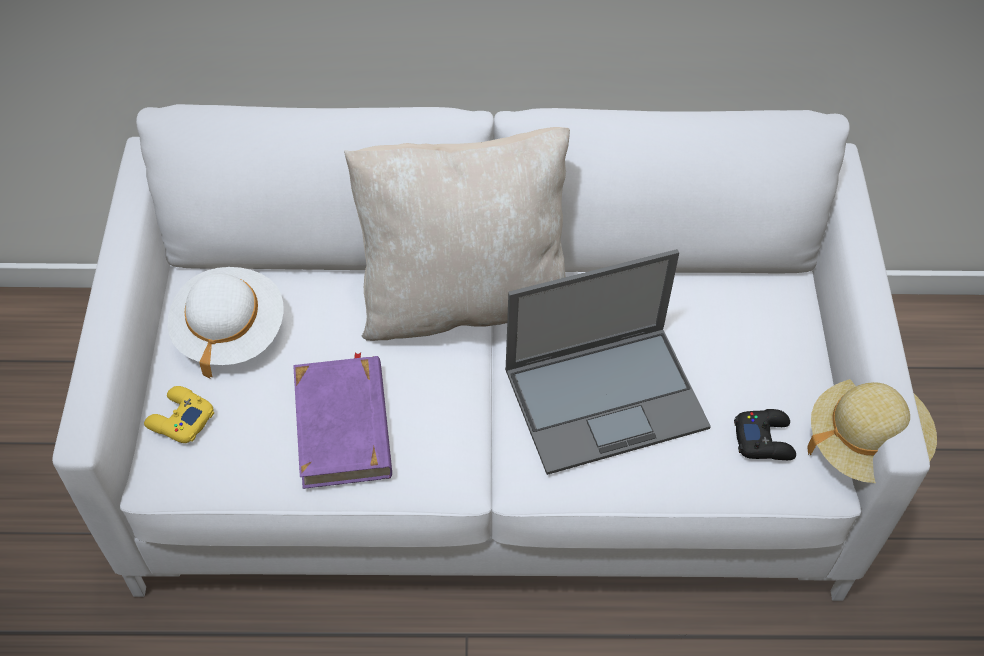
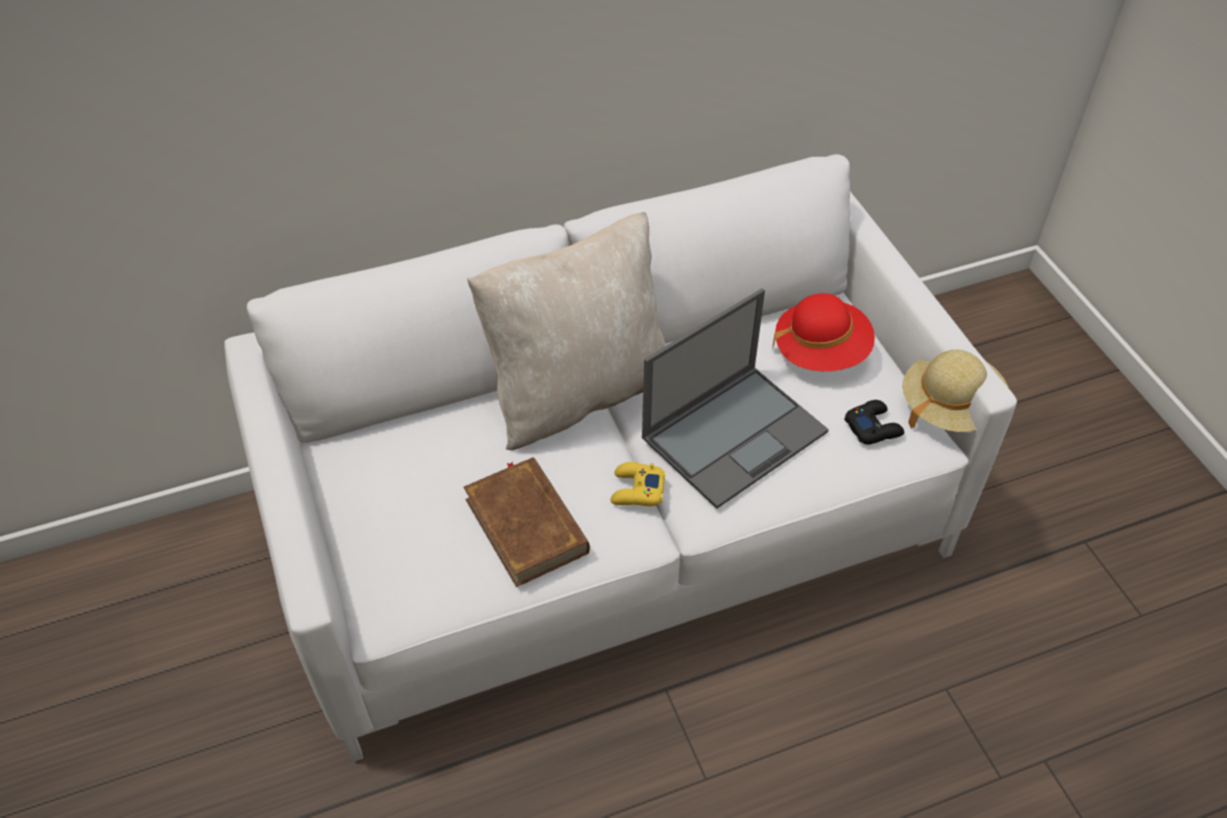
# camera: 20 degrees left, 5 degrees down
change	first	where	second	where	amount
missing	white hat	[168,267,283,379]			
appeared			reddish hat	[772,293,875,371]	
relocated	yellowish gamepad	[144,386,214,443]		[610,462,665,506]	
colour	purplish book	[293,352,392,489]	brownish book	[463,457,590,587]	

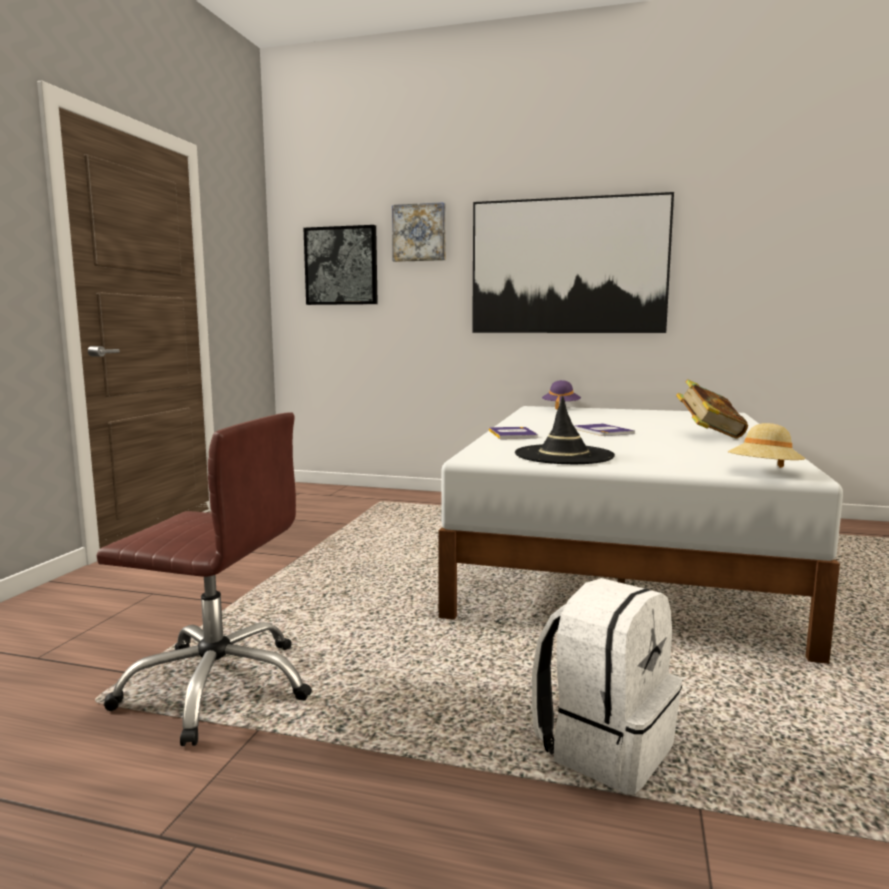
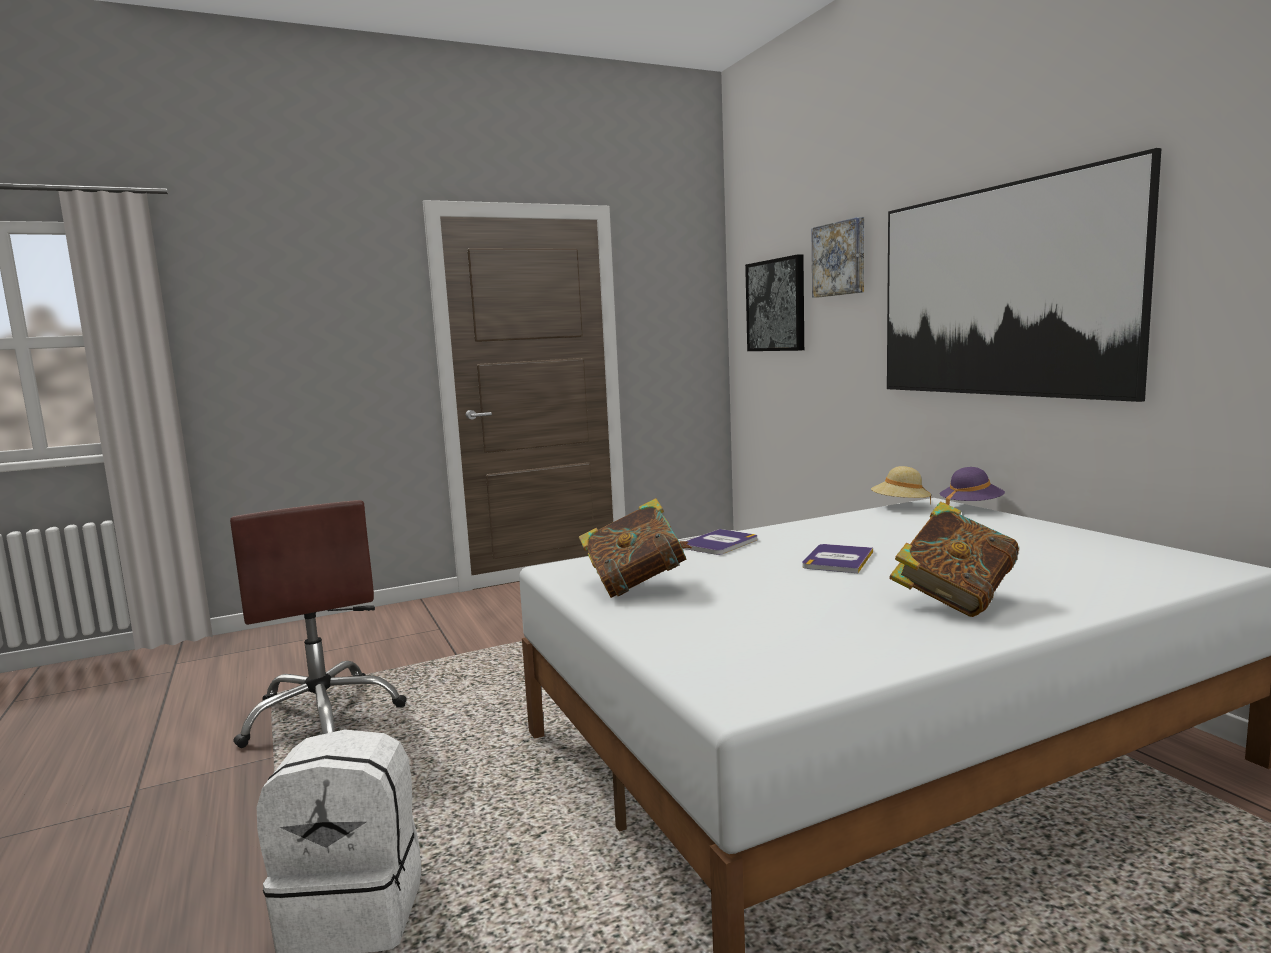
# camera: 50 degrees right, 0 degrees up
change	first	where	second	where	amount
relocated	sand-coloured hat	[728,423,805,468]		[871,466,931,504]	
exchanged	blackish hat	[515,396,615,464]	book	[579,498,692,598]	

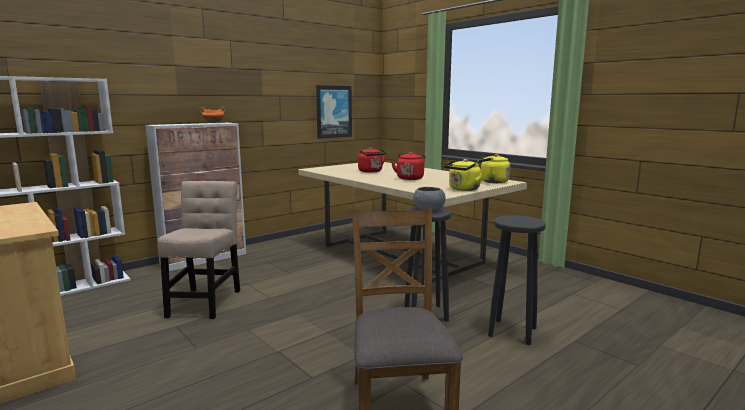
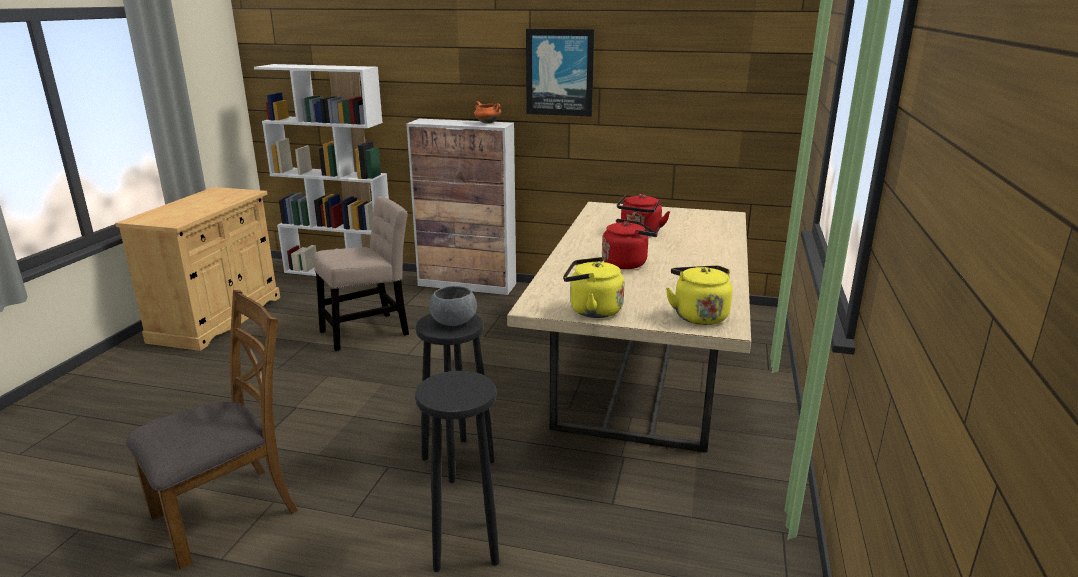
# camera: 55 degrees right, 10 degrees up
change	first	where	second	where	amount
relocated	wall art	[316,85,352,139]		[526,29,595,117]	

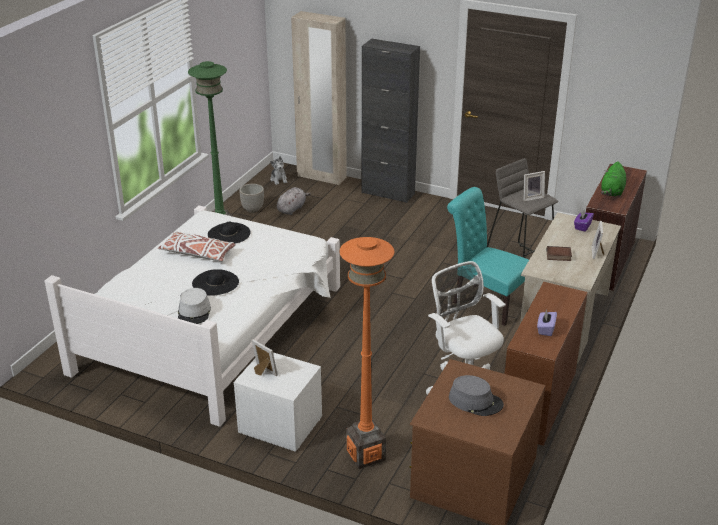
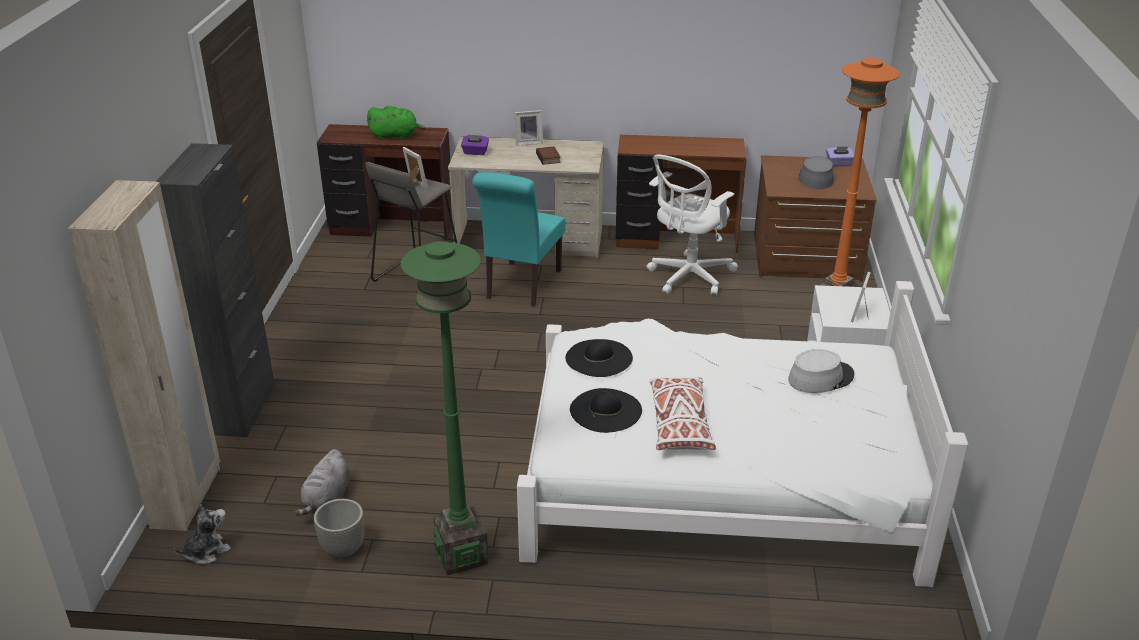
# camera: 110 degrees left, 0 degrees up
change	first	where	second	where	amount
relocated	blackish hat	[192,269,239,296]		[565,339,633,377]	
relocated	purplish tissue holder	[537,309,557,336]		[826,146,854,167]	
spun	grey soft toy	[277,187,311,215]		[294,449,351,516]	90 degrees counterclockwise

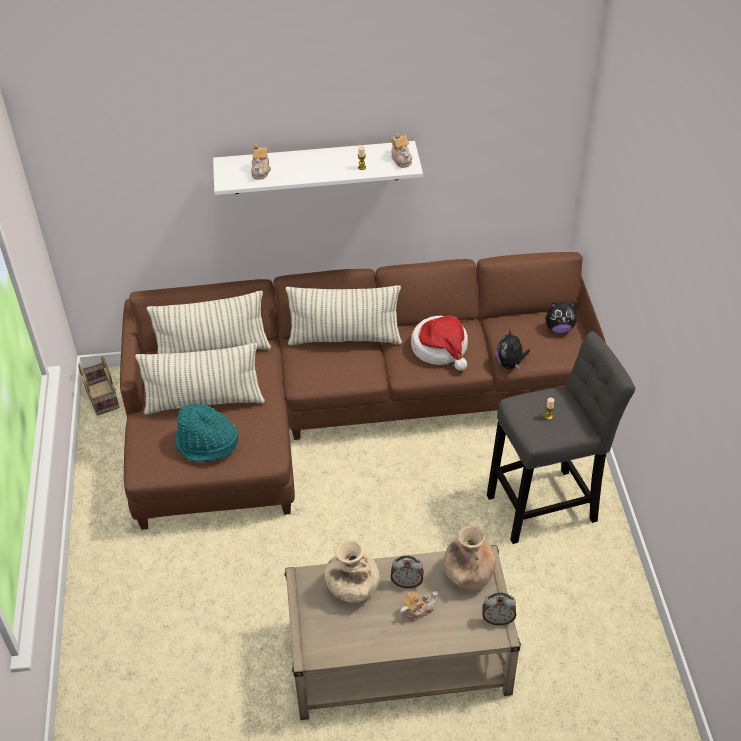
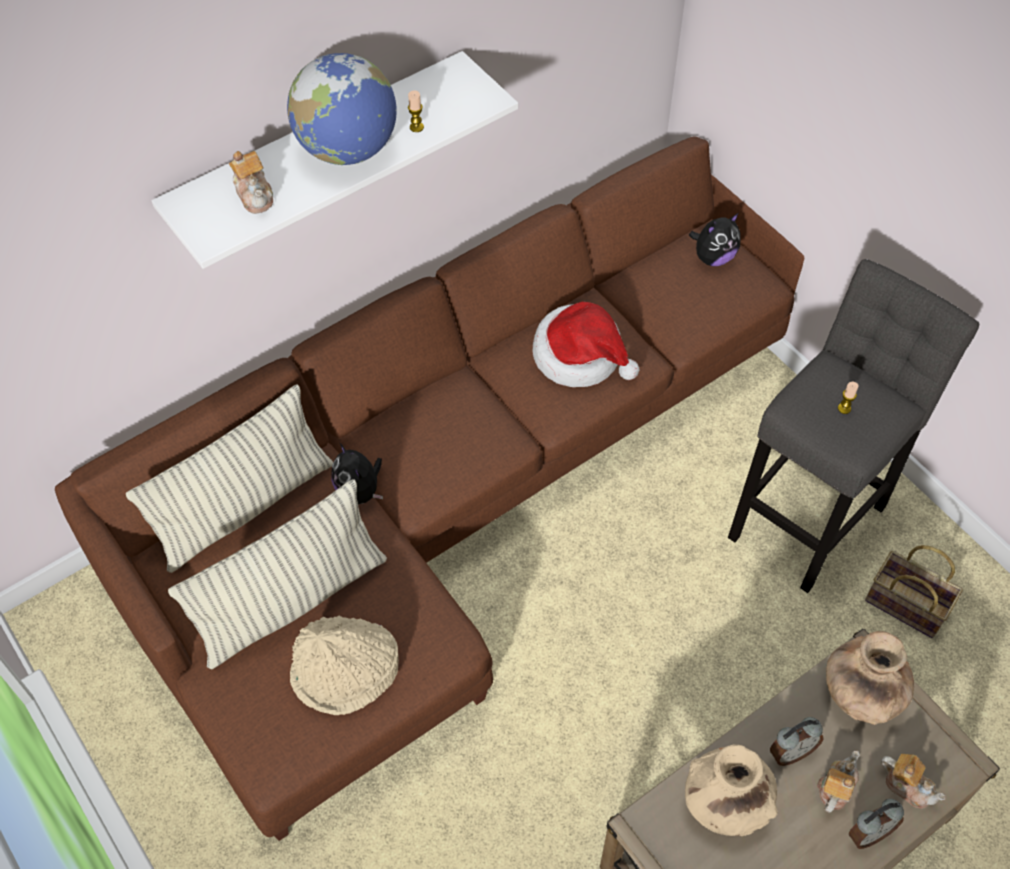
# camera: 30 degrees left, 10 degrees up
change	first	where	second	where	amount
missing	throw pillow	[286,285,402,345]			
appeared			world globe	[287,53,397,165]	
relocated	storage basket	[78,356,120,416]		[865,545,963,638]	
relocated	teapot	[391,133,412,168]		[881,754,945,809]	
relocated	table clock	[482,592,516,625]		[849,799,904,849]	
relocated	soft toy	[496,328,530,369]		[331,443,383,505]	
colour	turquoise hat	[175,403,238,462]	sand-coloured hat	[290,616,399,715]	

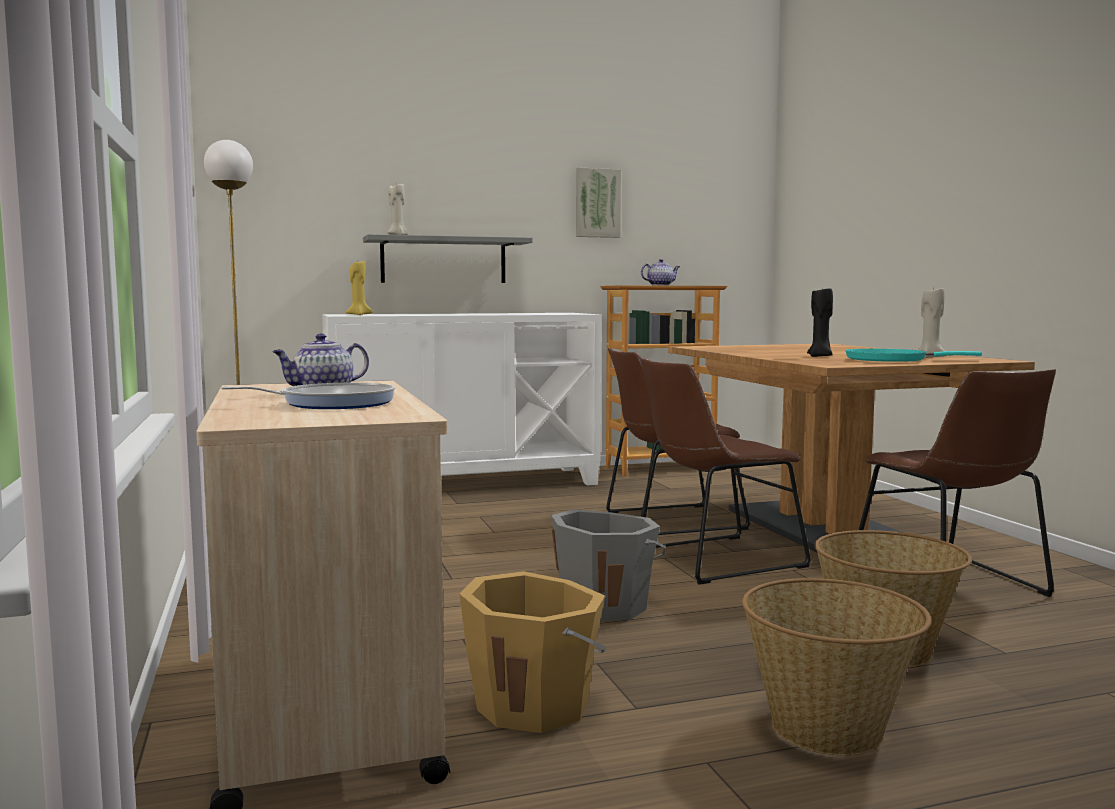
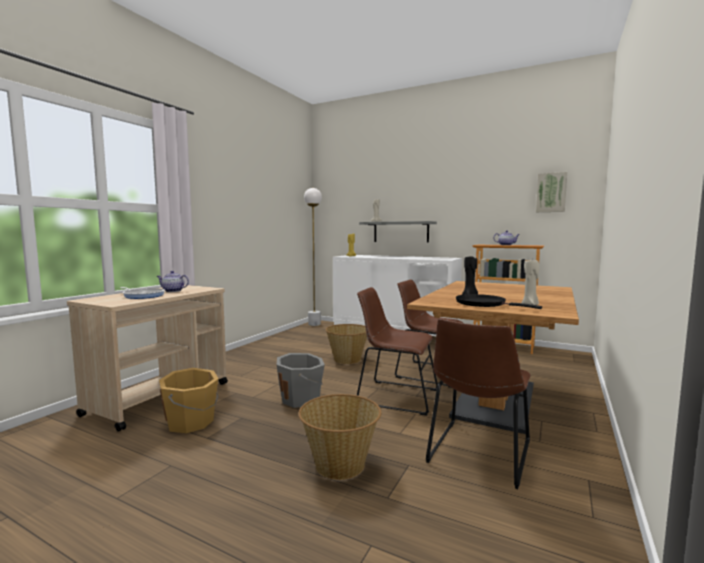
# camera: 45 degrees right, 0 degrees up
change	first	where	second	where	amount
relocated	wall art	[576,167,621,238]		[536,172,567,212]	
relocated	storage basket	[742,578,932,755]		[326,324,367,364]	
colour	turquoise frying pan	[845,349,982,362]	blackish frying pan	[456,294,542,309]	

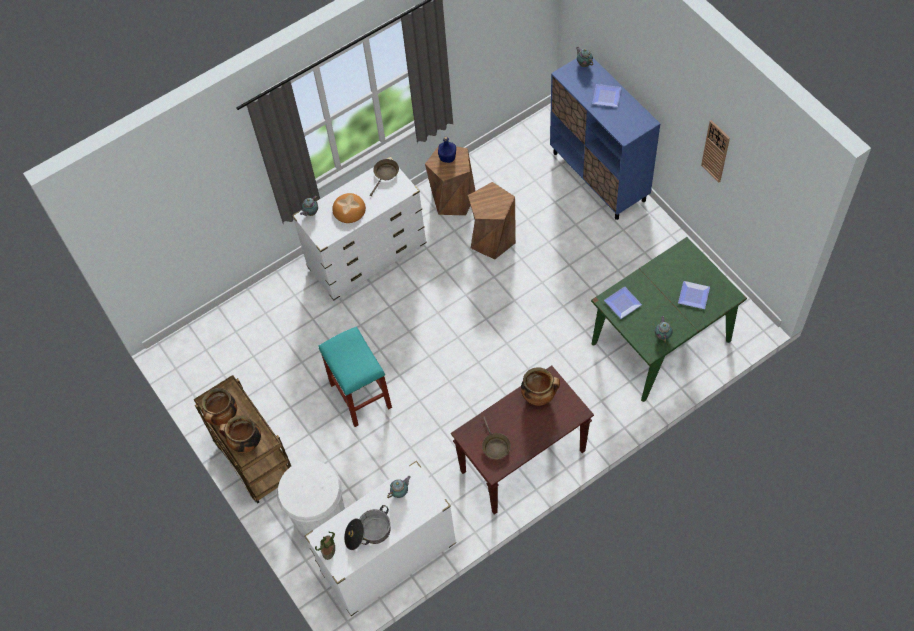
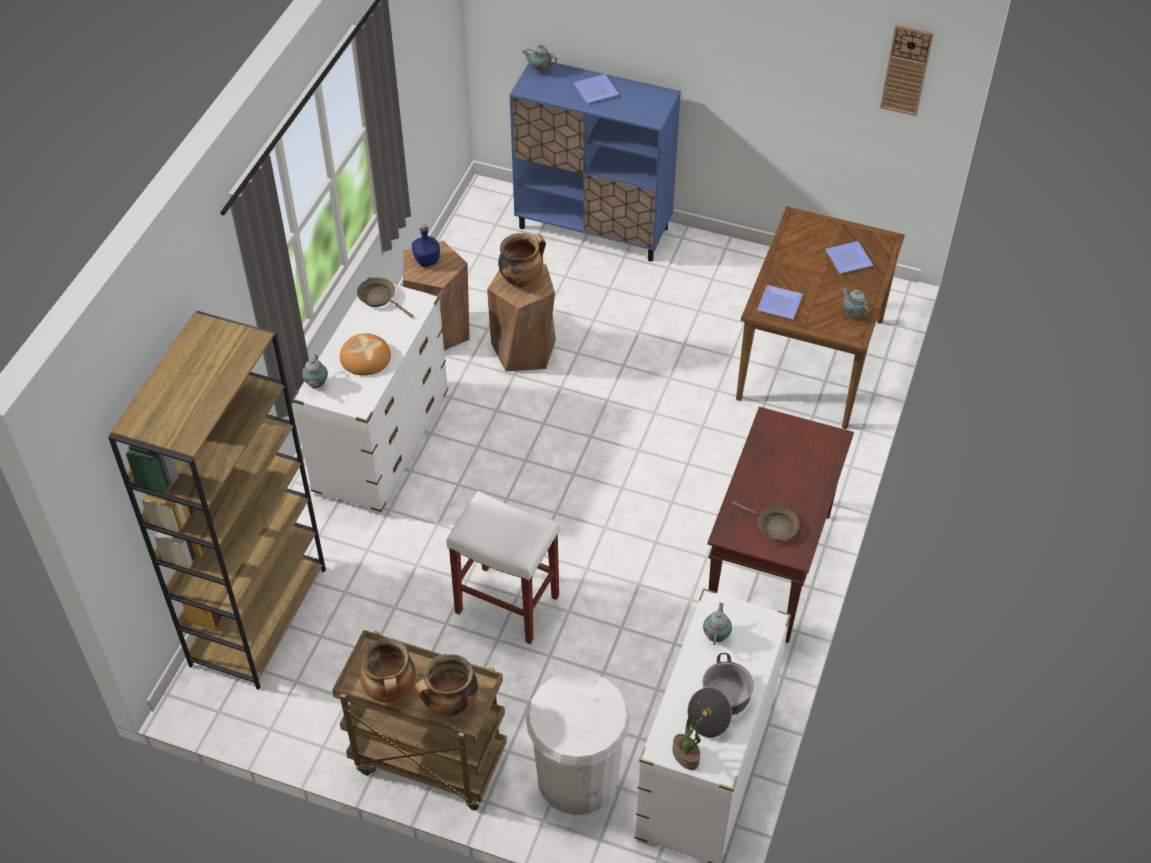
# camera: 40 degrees left, 10 degrees down
change	first	where	second	where	amount
appeared			brownish shelving unit	[108,311,326,690]	
relocated	saucepot	[521,367,560,406]		[498,233,546,288]	
relocated	clock on the wall	[701,120,730,182]		[880,25,934,116]	
colour	turquoise stool seat	[318,326,392,427]	white stool seat	[446,491,560,644]	
colour	greenish dinner table	[591,237,747,402]	brownish dinner table	[736,206,905,429]	
spun	brownish frying pan	[370,159,399,196]		[357,278,413,318]	45 degrees counterclockwise

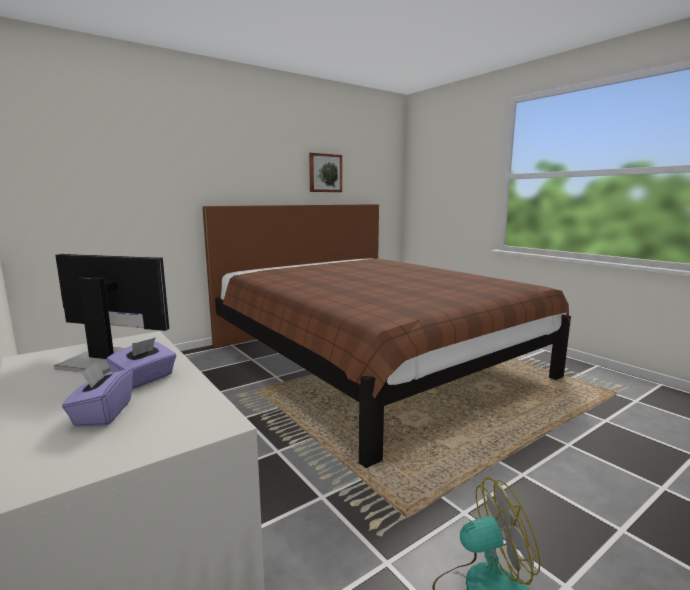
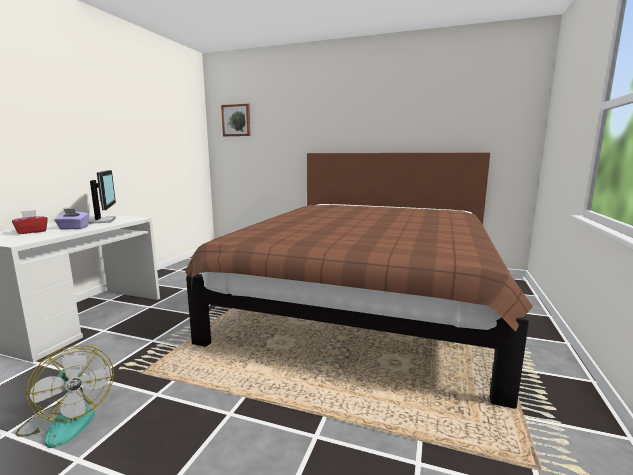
# camera: 55 degrees right, 0 degrees up
change	first	where	second	where	amount
relocated	wall art	[309,153,342,192]		[221,104,251,136]	
colour	purplish tissue holder	[62,361,133,427]	reddish tissue holder	[12,210,48,234]	

